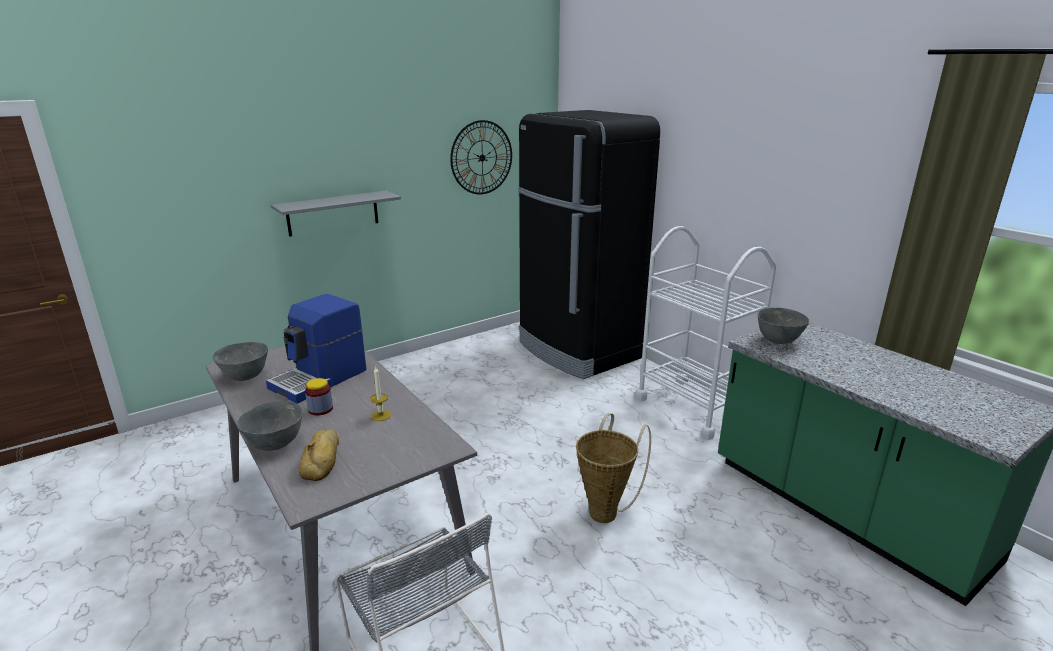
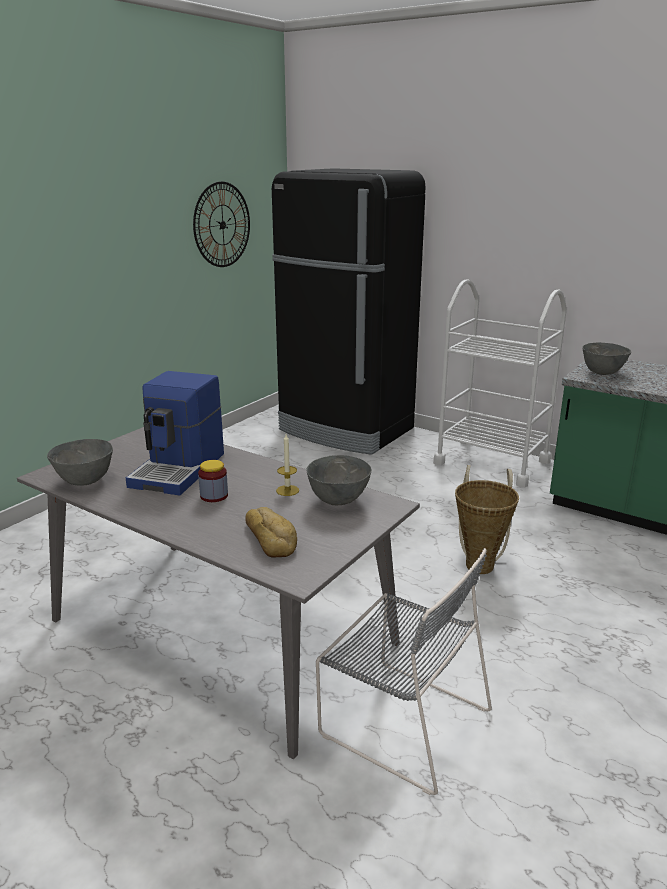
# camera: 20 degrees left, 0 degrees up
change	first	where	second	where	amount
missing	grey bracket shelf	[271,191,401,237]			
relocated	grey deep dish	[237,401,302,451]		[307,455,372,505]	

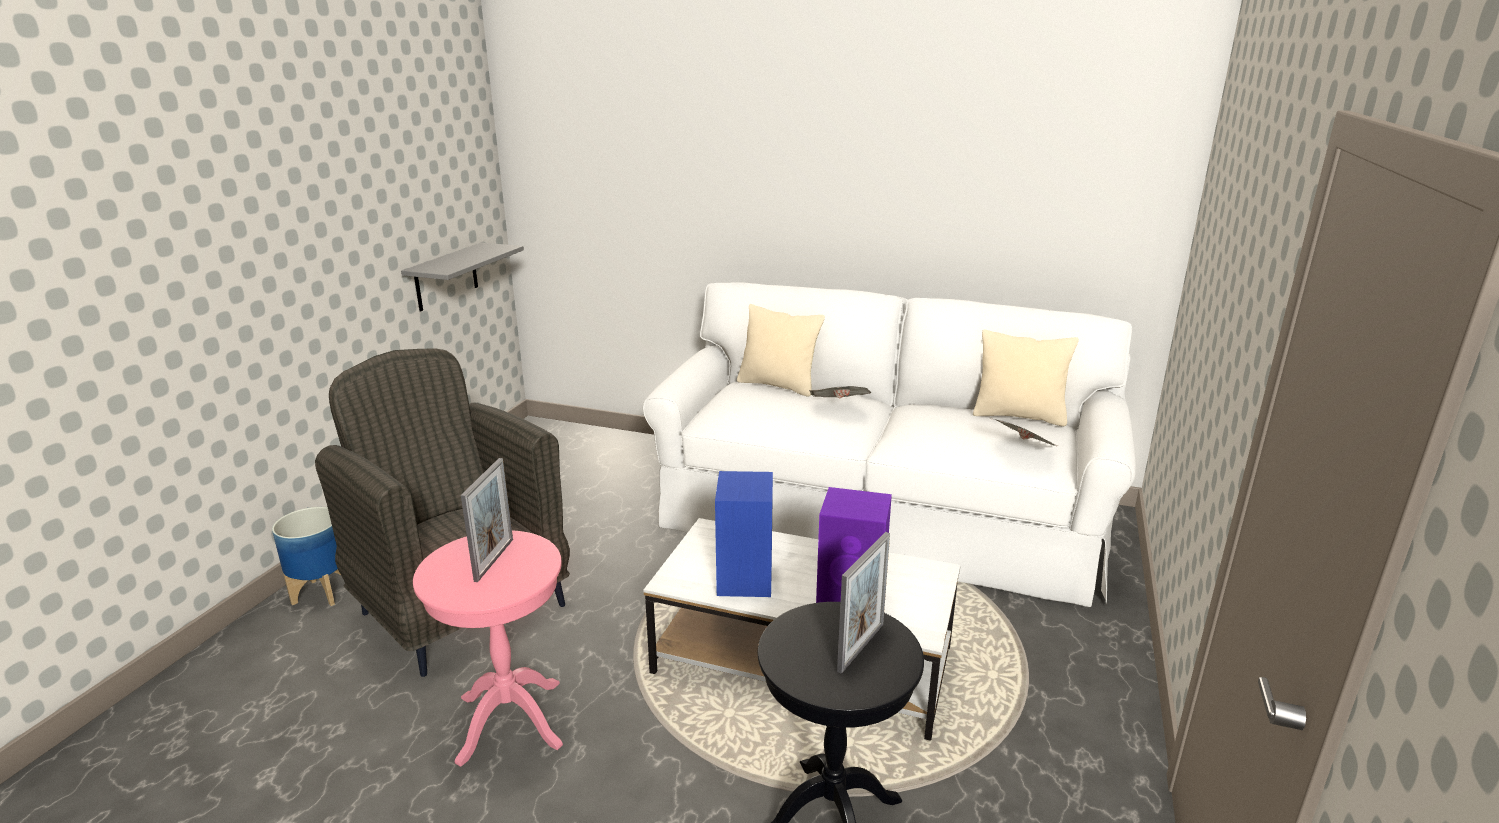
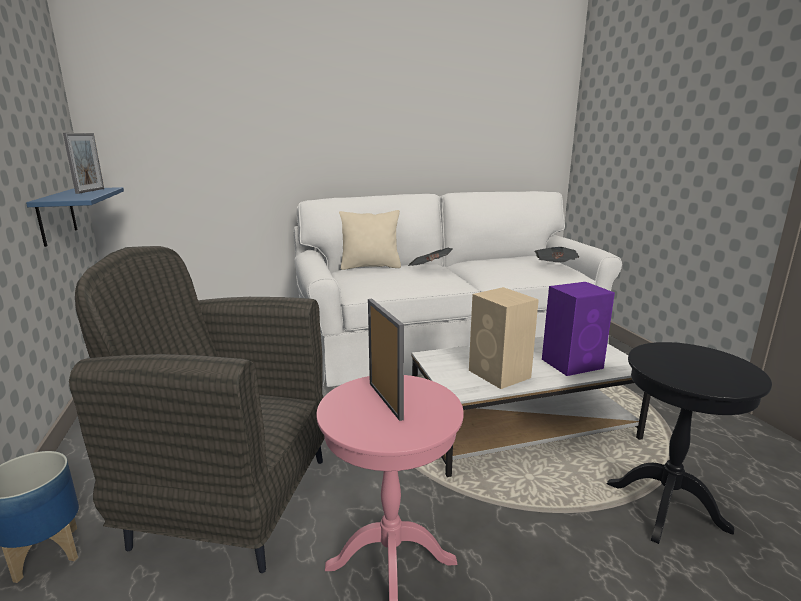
# camera: 35 degrees left, 5 degrees down
change	first	where	second	where	amount
missing	sand-coloured throw pillow	[973,330,1079,426]			
relocated	standing frame	[837,532,890,674]		[63,133,104,194]	
colour	grey bracket shelf	[401,242,524,311]	blue bracket shelf	[26,187,124,247]	
colour	blue audio speaker	[715,471,773,597]	sand-coloured audio speaker	[469,287,539,389]	

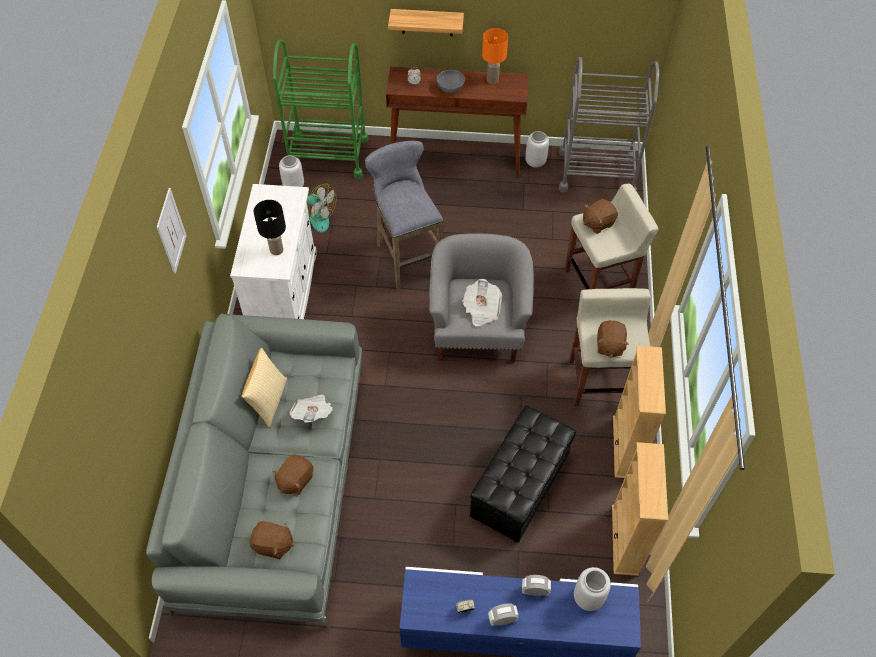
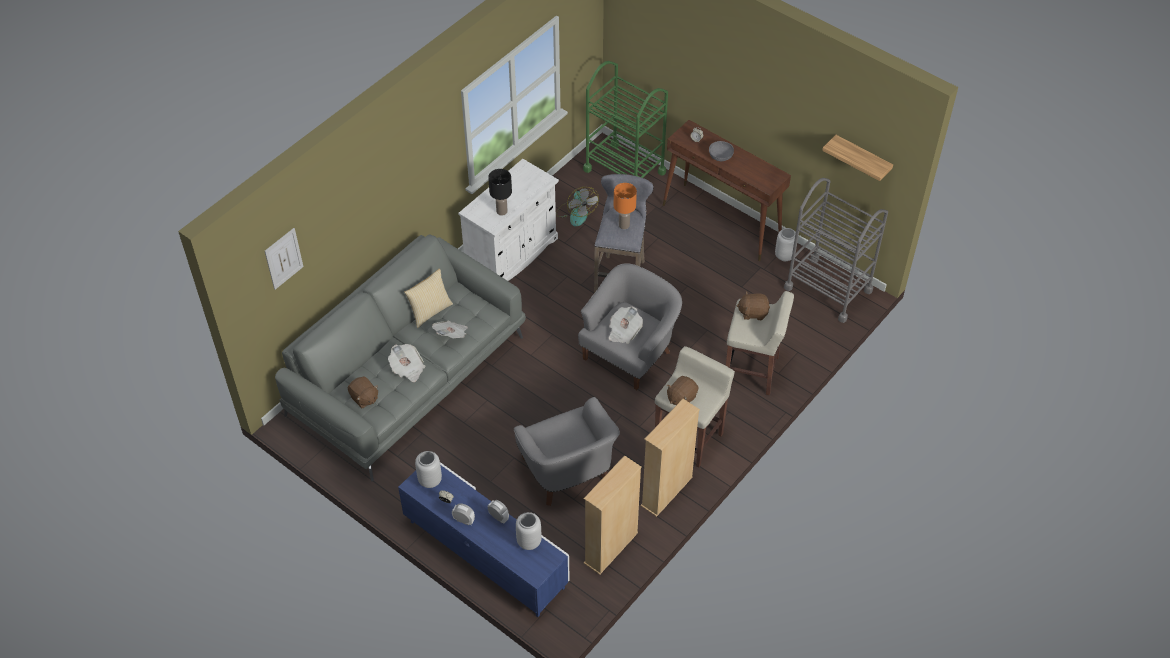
# camera: 35 degrees right, 5 degrees down
change	first	where	second	where	amount
relocated	wall art	[157,188,187,274]		[265,228,303,290]	
relocated	grey decorative vase	[279,155,304,187]		[415,451,442,488]	
relocated	bracket shelf	[388,9,464,36]		[822,135,893,181]	
relocated	orange lamp for a table	[482,28,508,84]		[614,183,637,229]	
exchanged	brownish soft toy	[273,454,314,495]	printed paper	[388,344,426,382]	
exchanged	blackish footrest	[470,405,576,543]	grey easy chair	[514,397,620,506]	

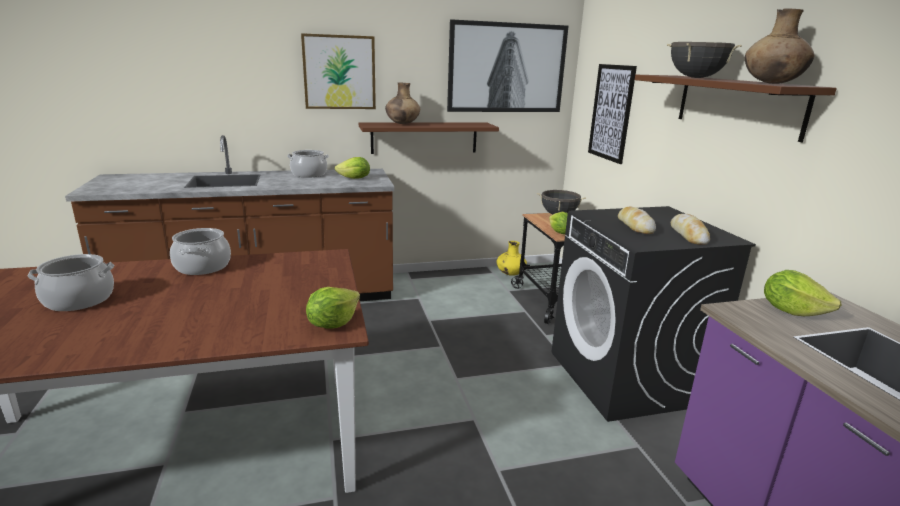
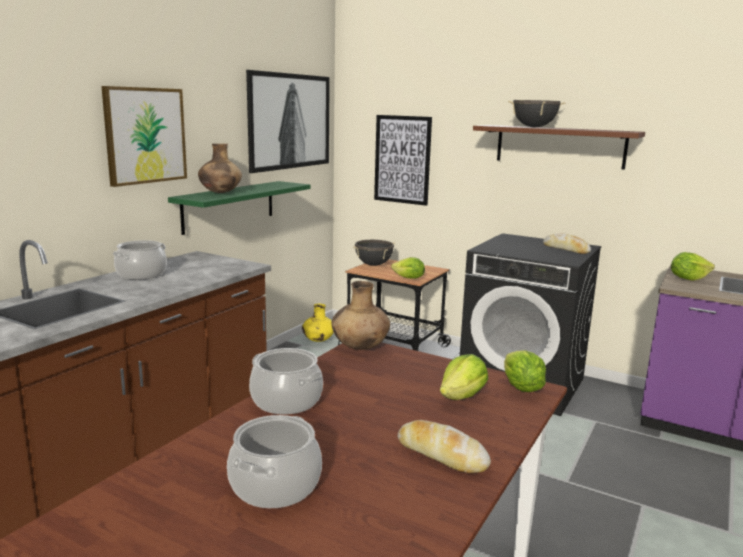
# camera: 45 degrees left, 5 degrees down
change	first	where	second	where	amount
relocated	lettuce head	[335,157,370,179]		[440,354,488,400]	
relocated	bread	[618,207,656,234]		[398,420,491,473]	
relocated	brownish decorative vase	[745,8,815,84]		[331,281,390,350]	
colour	brownish bracket shelf	[359,122,499,154]	greenish bracket shelf	[168,181,311,235]	

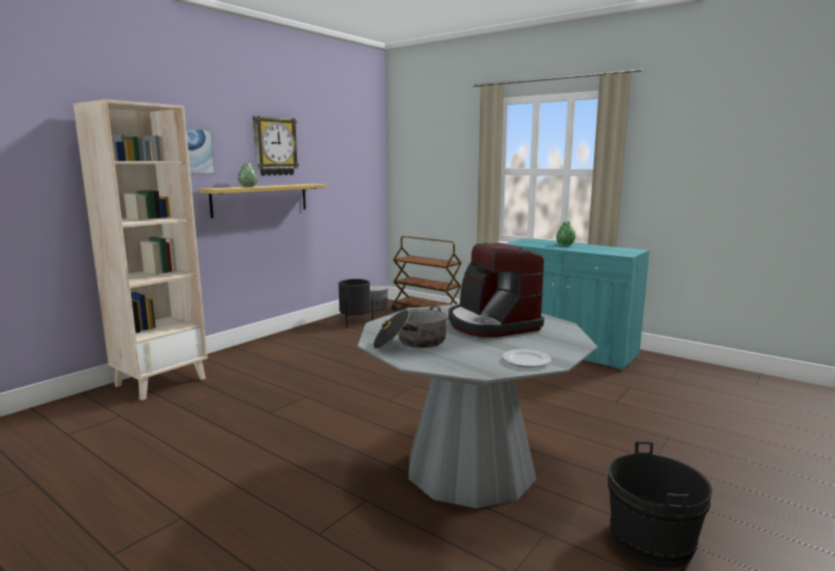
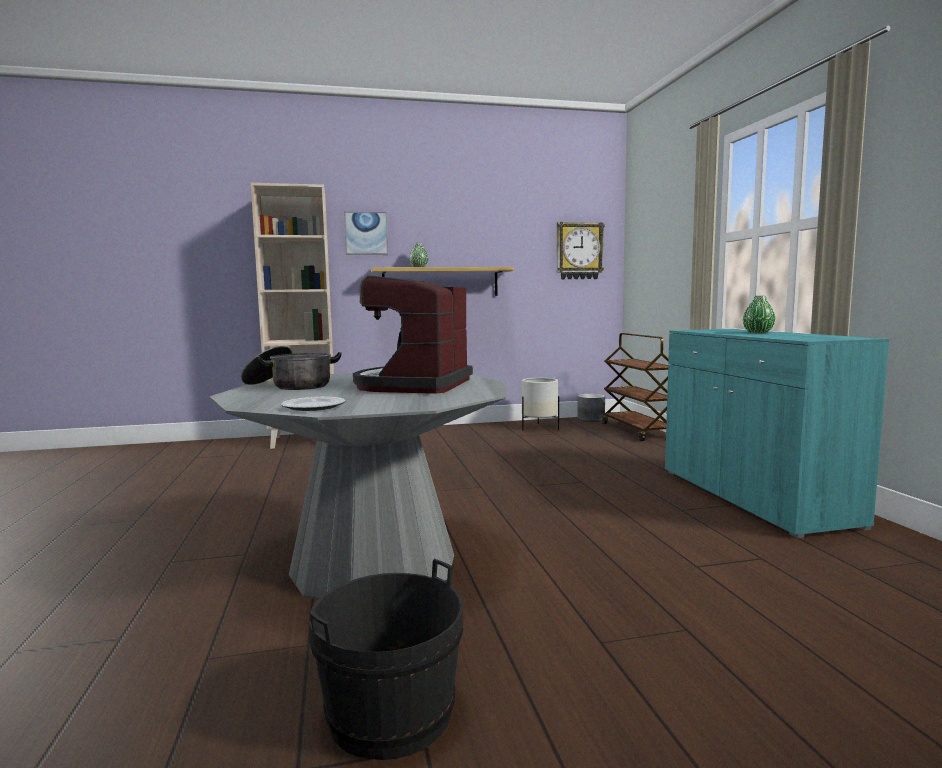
# camera: 40 degrees right, 5 degrees down
change	first	where	second	where	amount
relocated	clock on the wall	[253,116,299,176]		[556,222,605,279]	
colour	blackish plant pot	[339,279,373,328]	white plant pot	[522,378,559,431]	

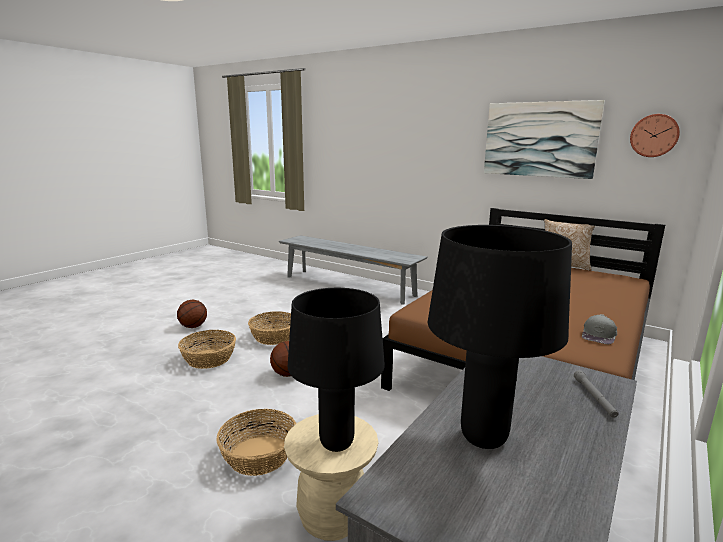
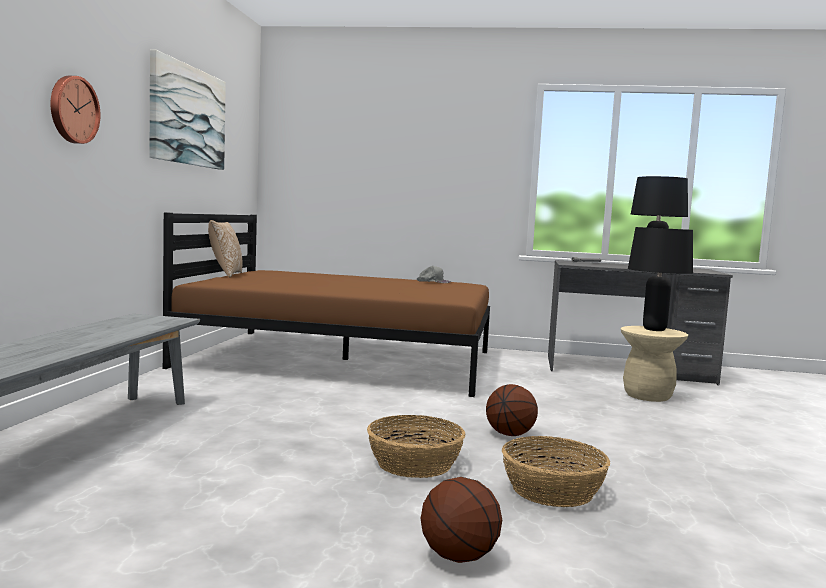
# camera: 115 degrees left, 10 degrees down
change	first	where	second	where	amount
missing	storage basket	[216,409,296,476]			
relocated	clock on the wall	[630,114,680,157]		[50,76,100,144]	

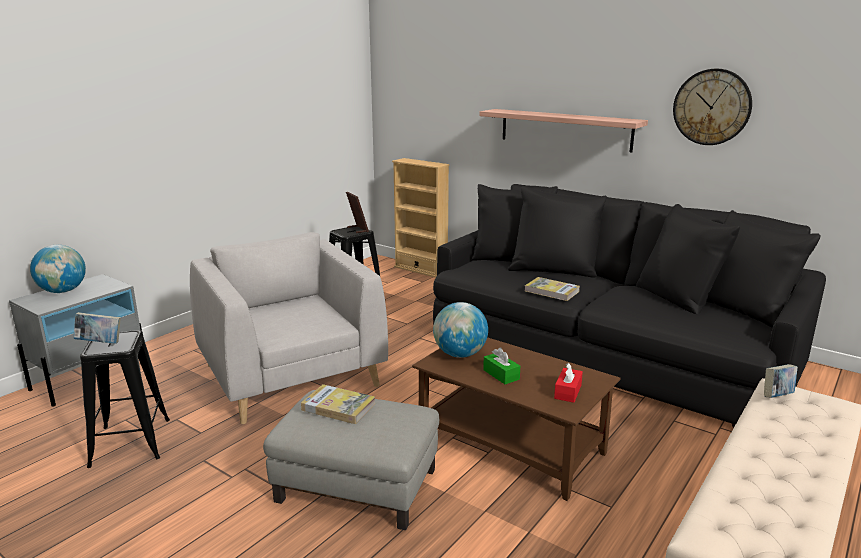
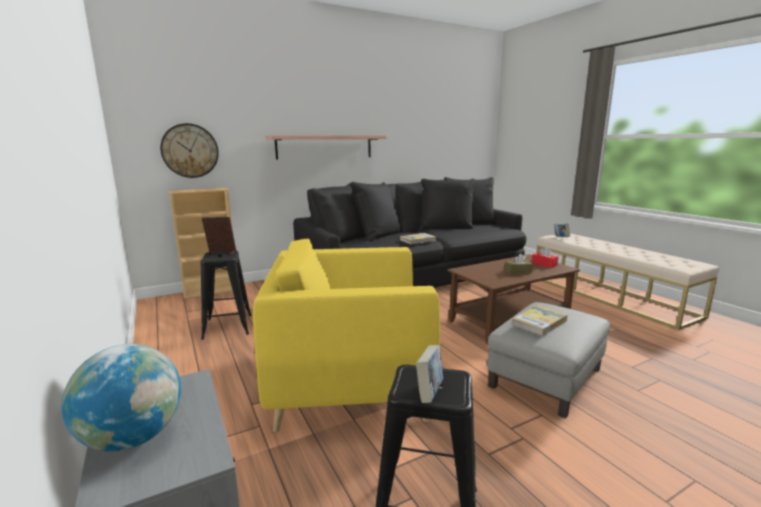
# camera: 65 degrees left, 5 degrees down
change	first	where	second	where	amount
missing	world globe	[433,302,488,358]			
relocated	clock on the wall	[673,68,752,145]		[160,123,219,178]	
colour	grey easy chair	[190,232,388,424]	yellowish easy chair	[253,239,440,432]	
colour	greenish tissue holder	[483,348,520,384]	brownish tissue holder	[505,253,533,275]	

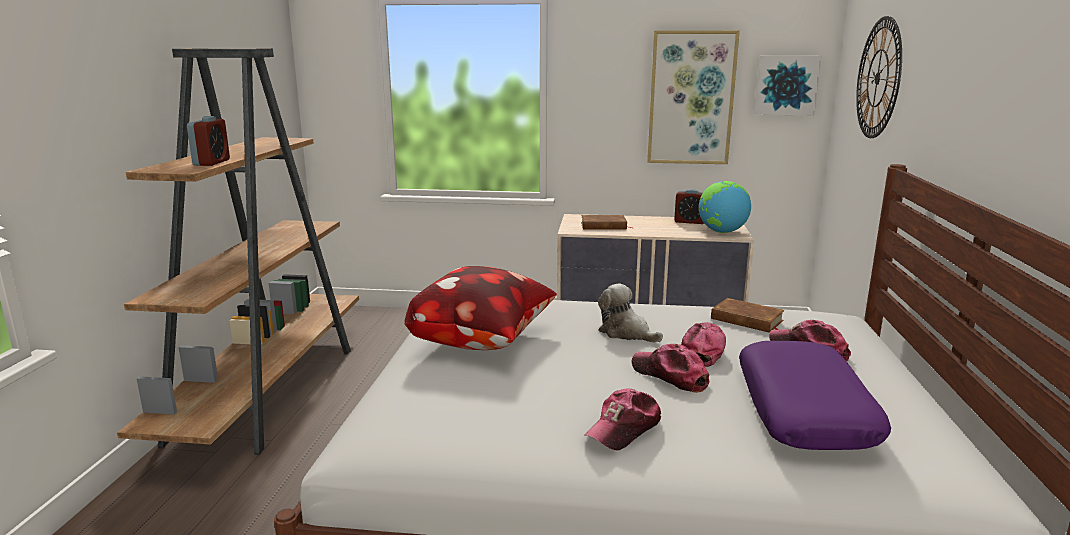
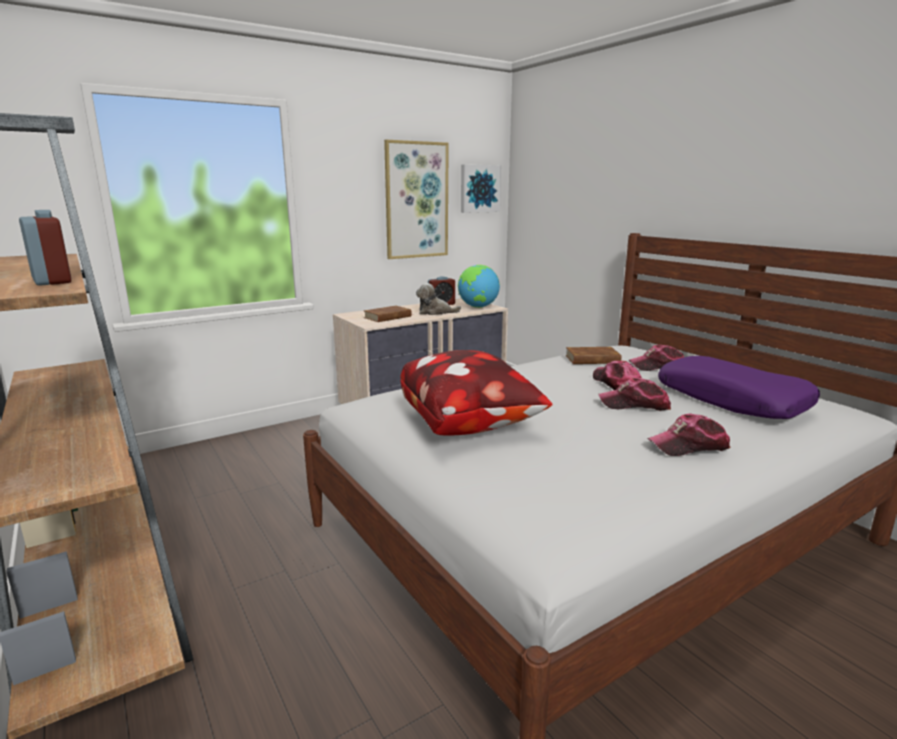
# camera: 40 degrees left, 0 degrees up
change	first	where	second	where	amount
missing	clock on the wall	[856,16,902,138]			
relocated	soft toy	[598,283,663,343]		[416,283,461,315]	
spun	baseball cap	[584,389,661,451]		[648,414,731,456]	75 degrees clockwise

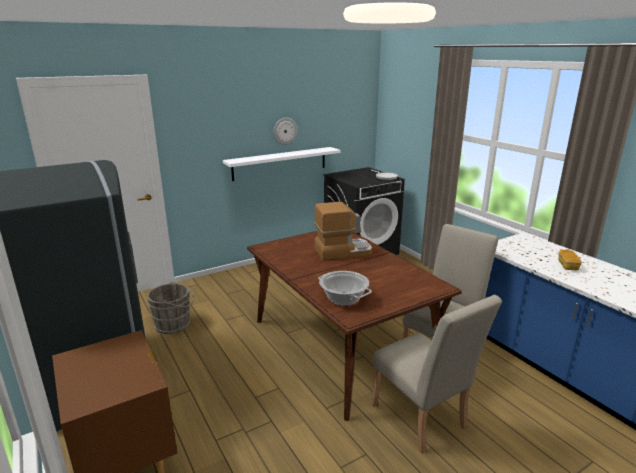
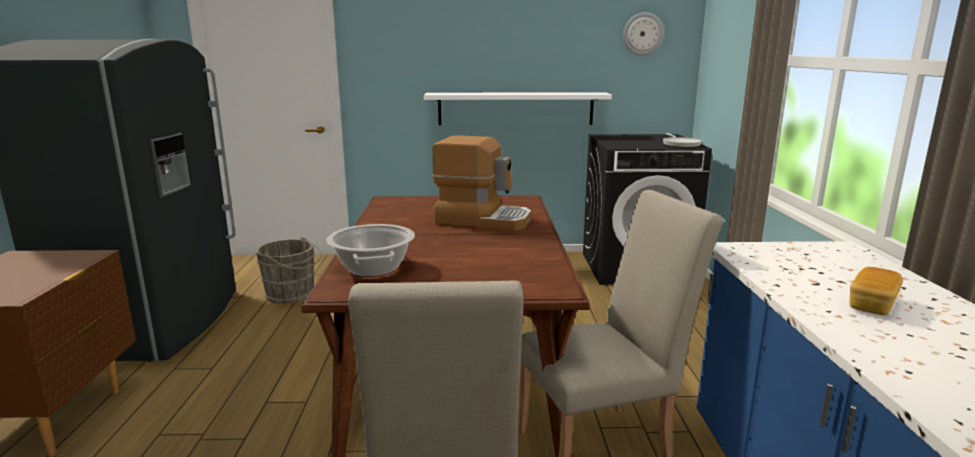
# camera: 30 degrees right, 5 degrees down
change	first	where	second	where	amount
relocated	clock on the wall	[273,117,298,145]		[623,12,664,56]	

